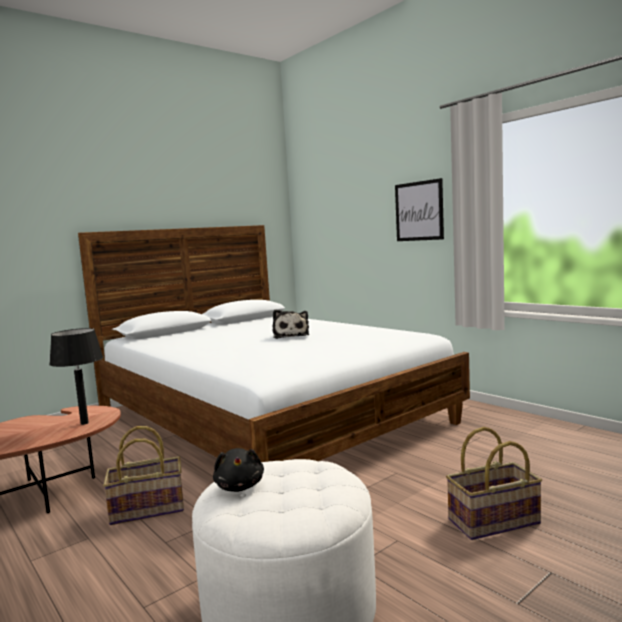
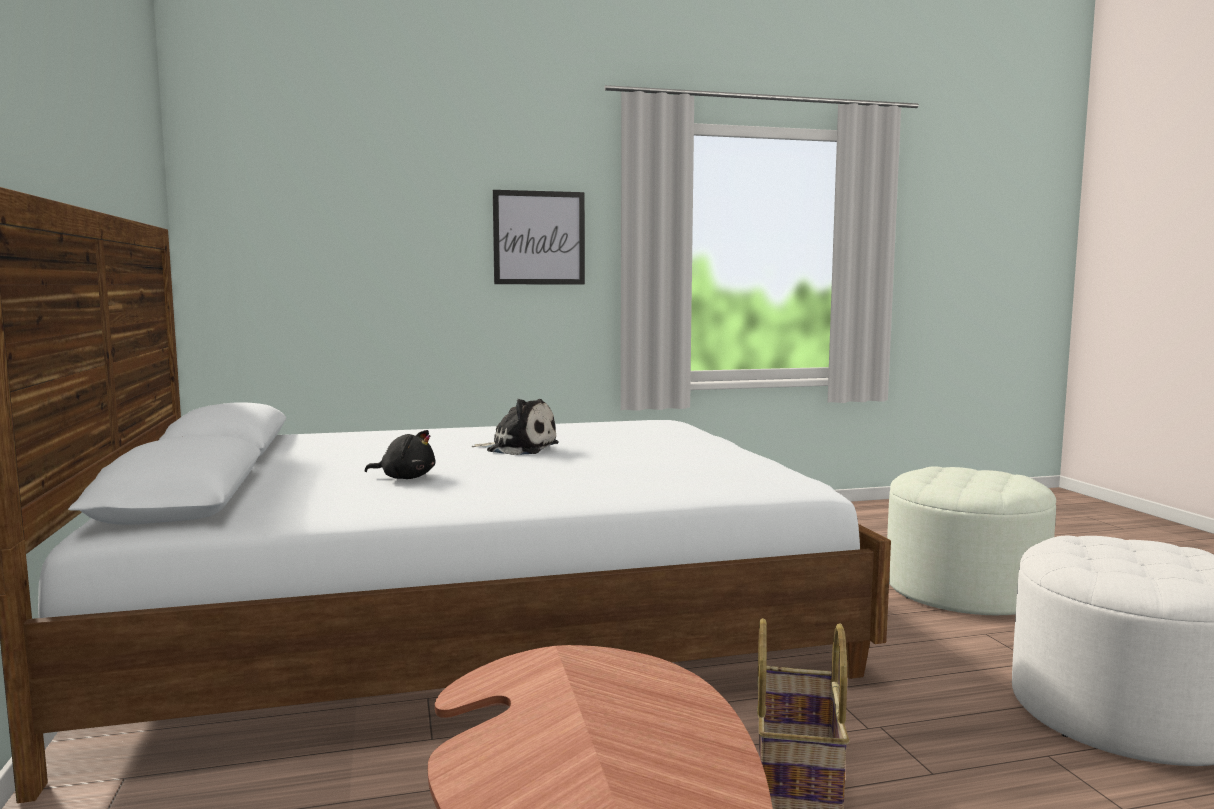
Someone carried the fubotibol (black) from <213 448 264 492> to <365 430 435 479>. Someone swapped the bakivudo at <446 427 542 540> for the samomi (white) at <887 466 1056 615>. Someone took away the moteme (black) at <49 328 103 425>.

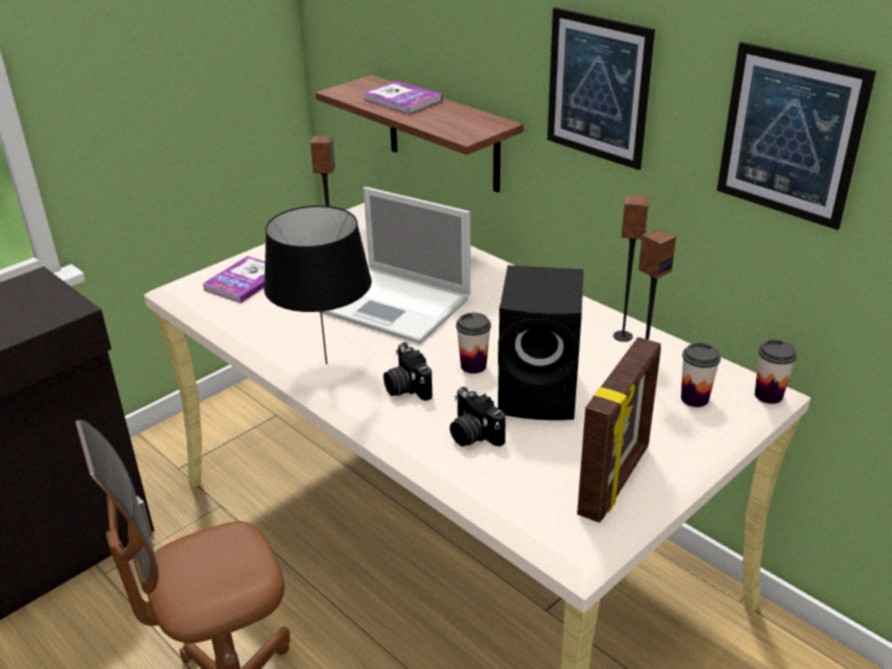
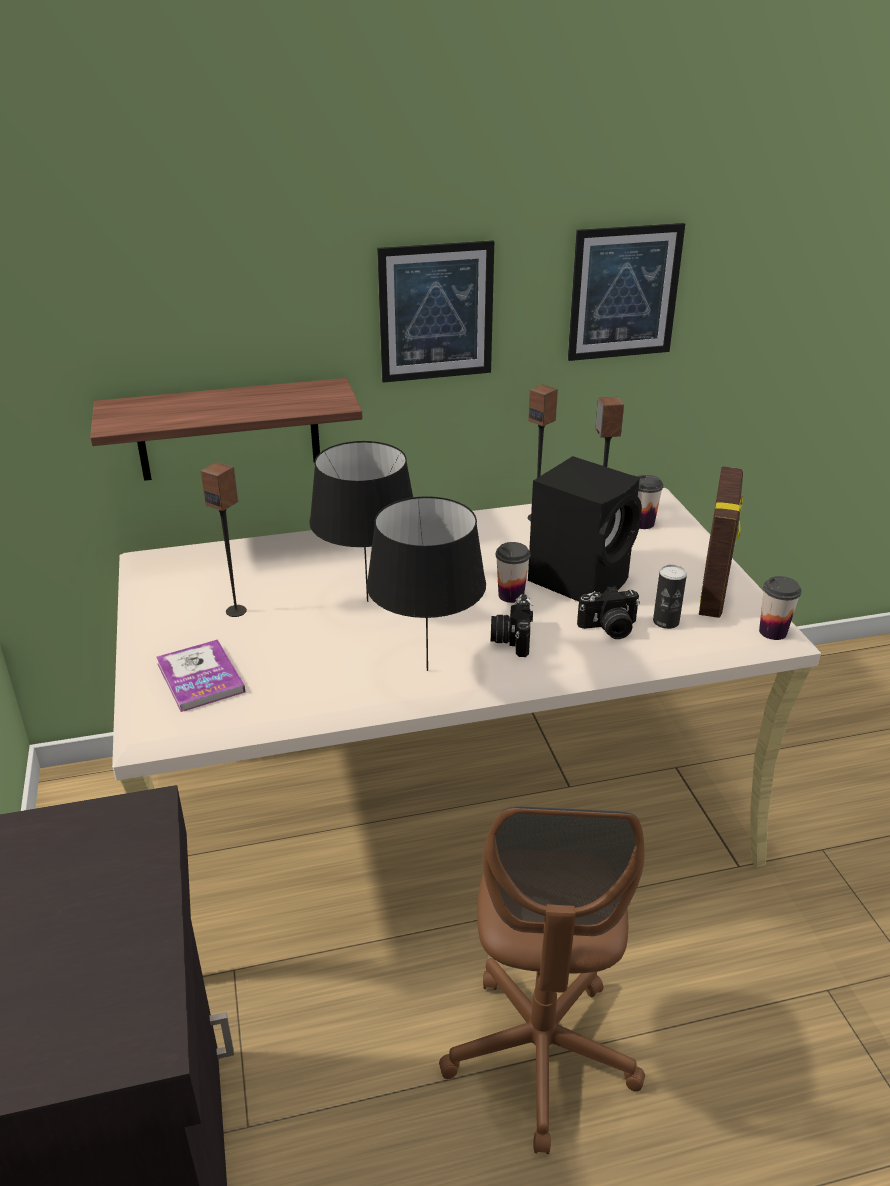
Someone swapped the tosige at <322 187 471 344> for the moteme (black) at <309 441 413 602>. Someone rotated the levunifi at <383 342 433 401> by 90 degrees clockwise. Someone put down the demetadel at <653 565 687 629>. Someone rotated the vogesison at <577 337 661 523> by 45 degrees clockwise. Someone carried the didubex from <755 339 797 404> to <759 576 802 640>. Someone took away the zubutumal at <362 81 443 114>.

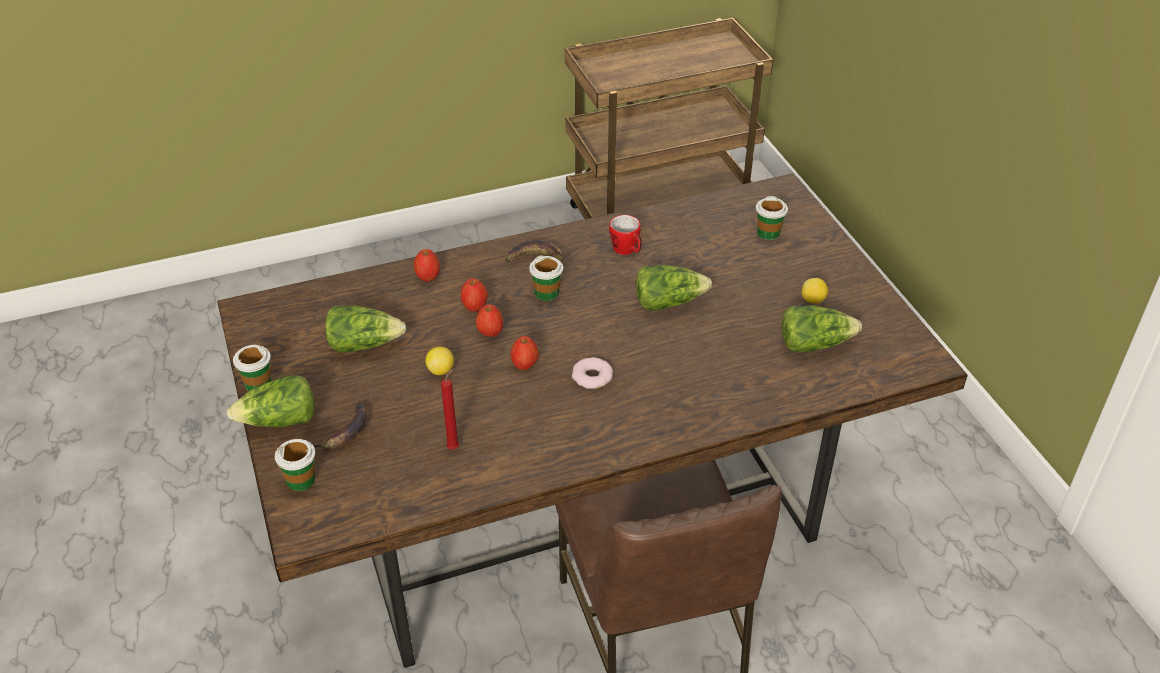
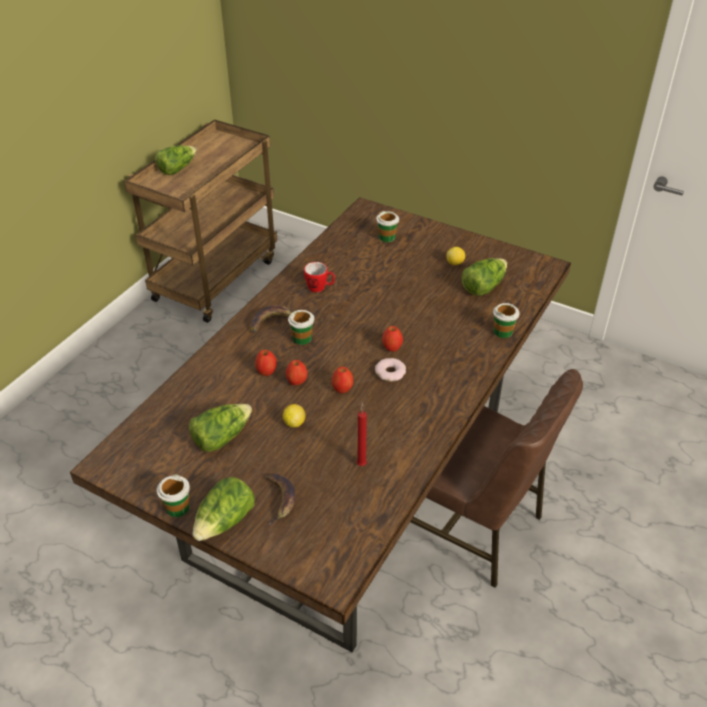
Someone carried the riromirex from <636 265 712 310> to <155 145 197 175>. Someone carried the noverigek from <414 249 440 282> to <382 326 403 352>. Someone carried the didubex from <275 439 316 491> to <493 303 520 338>.

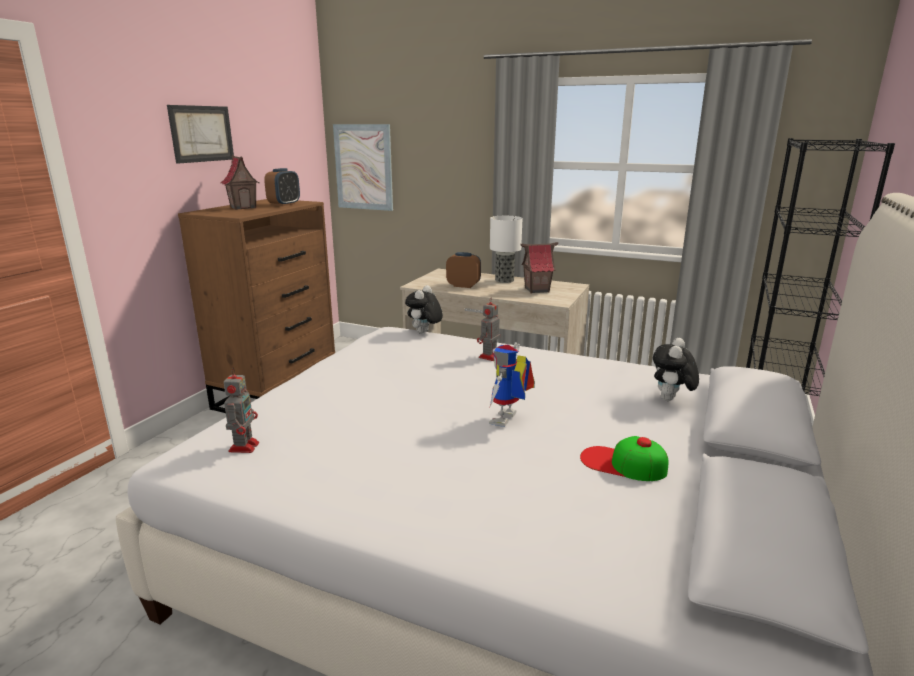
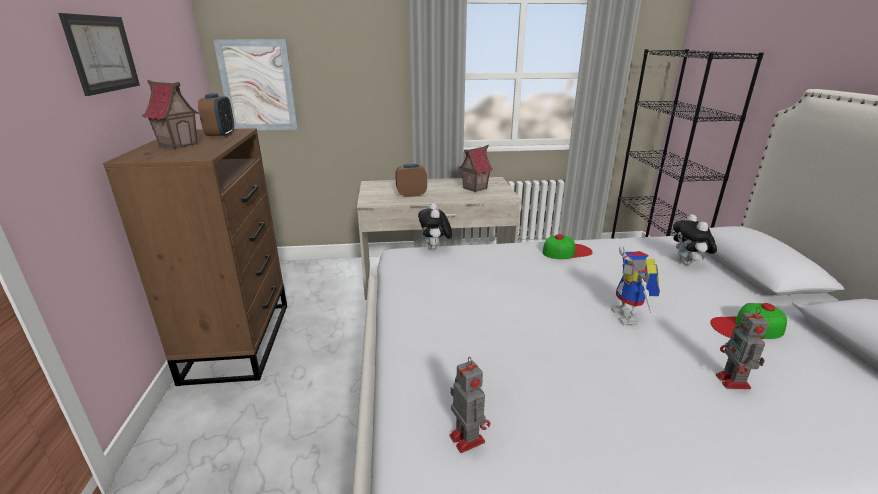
Someone put down the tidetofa at <542 234 593 259>. Someone carried the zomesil from <477 297 500 361> to <716 307 769 389>. Someone took away the moteme at <490 216 522 283>.

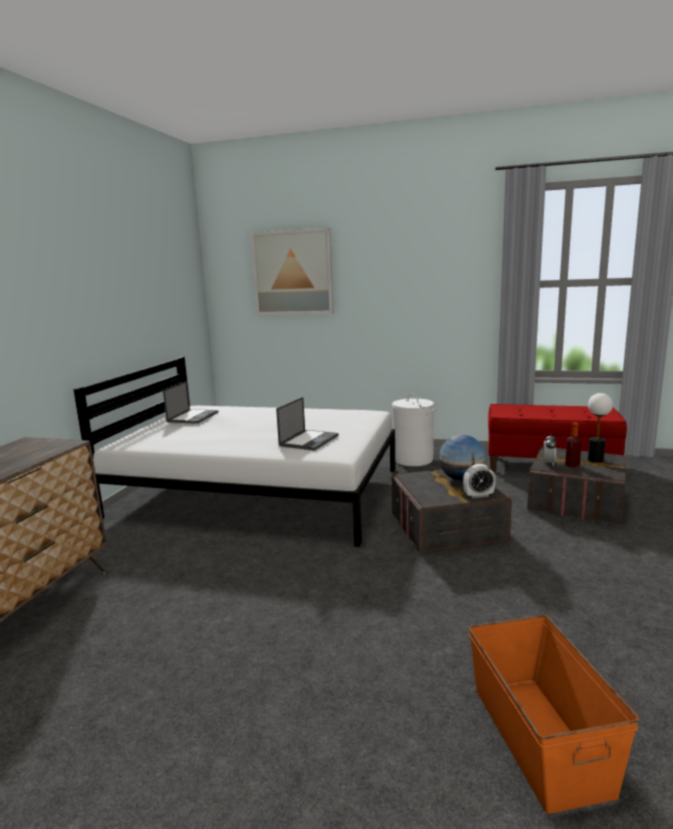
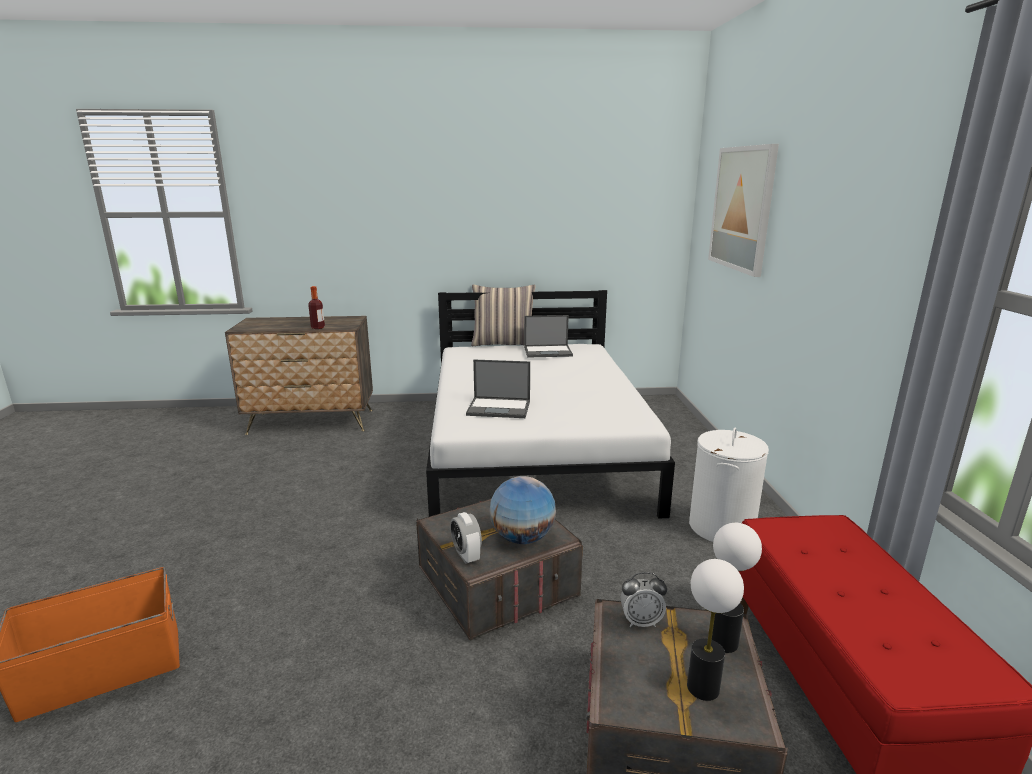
Someone carried the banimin from <565 423 582 467> to <308 286 325 329>. Someone put down the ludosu at <471 284 536 346>. Someone put down the moteme at <712 523 762 653>.

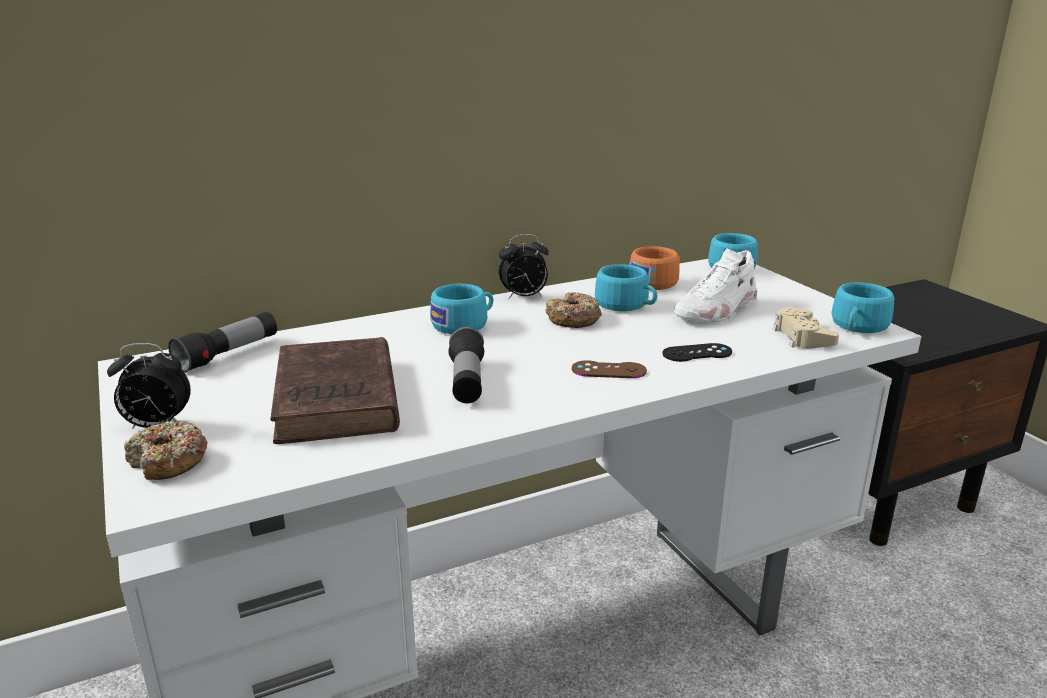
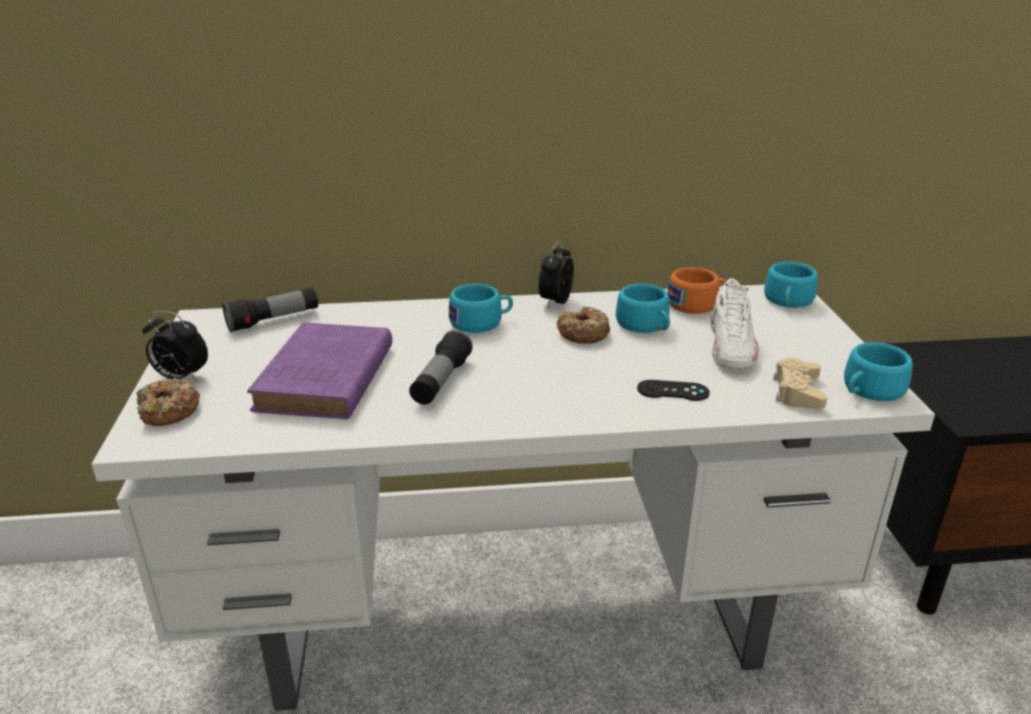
Someone repainted the zubutumal (brown) at <270 337 400 444>, which became the zubutumal (purple) at <247 323 392 419>. Someone rotated the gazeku at <498 234 549 300> by 105 degrees clockwise. Someone rotated the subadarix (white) at <674 248 757 322> by 60 degrees counterclockwise. Someone took away the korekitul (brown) at <572 360 647 378>.

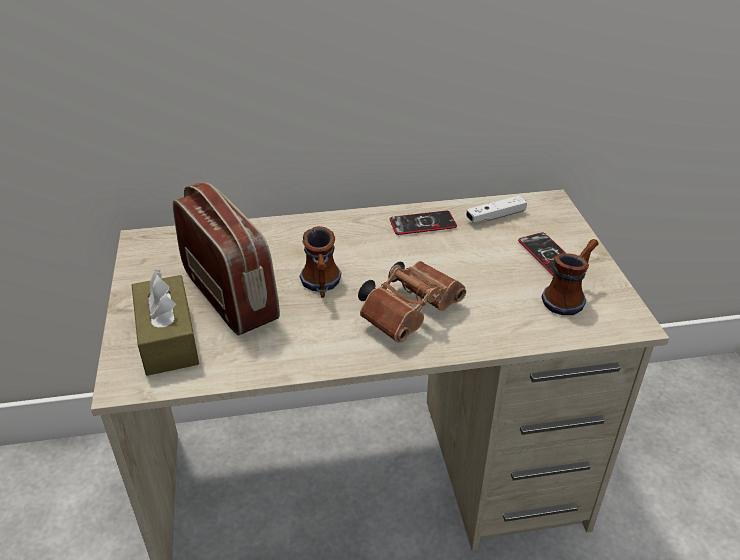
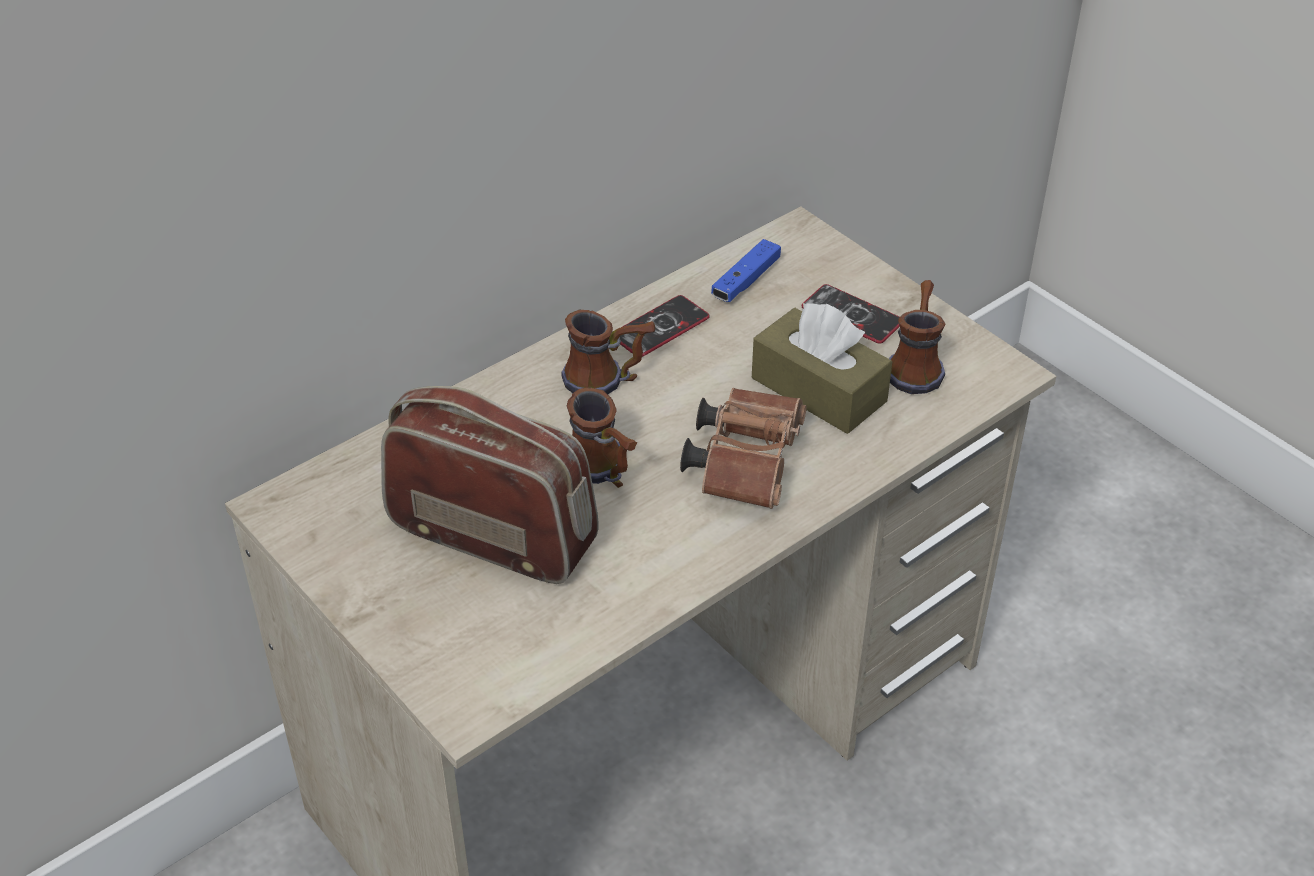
Someone put down the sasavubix at <562 310 655 394>. Someone repainted the korekitul (white) at <466 195 527 223>, which became the korekitul (blue) at <711 239 781 302>. Someone carried the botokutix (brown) from <132 270 199 376> to <752 303 892 434>.

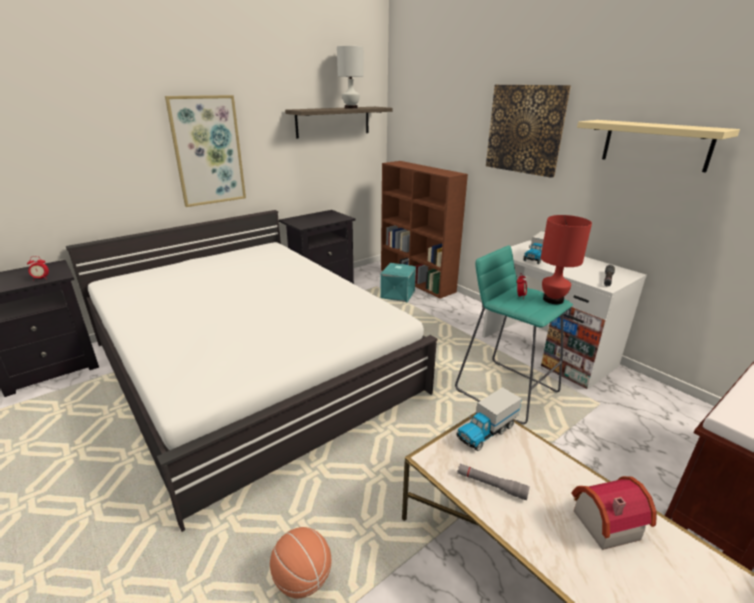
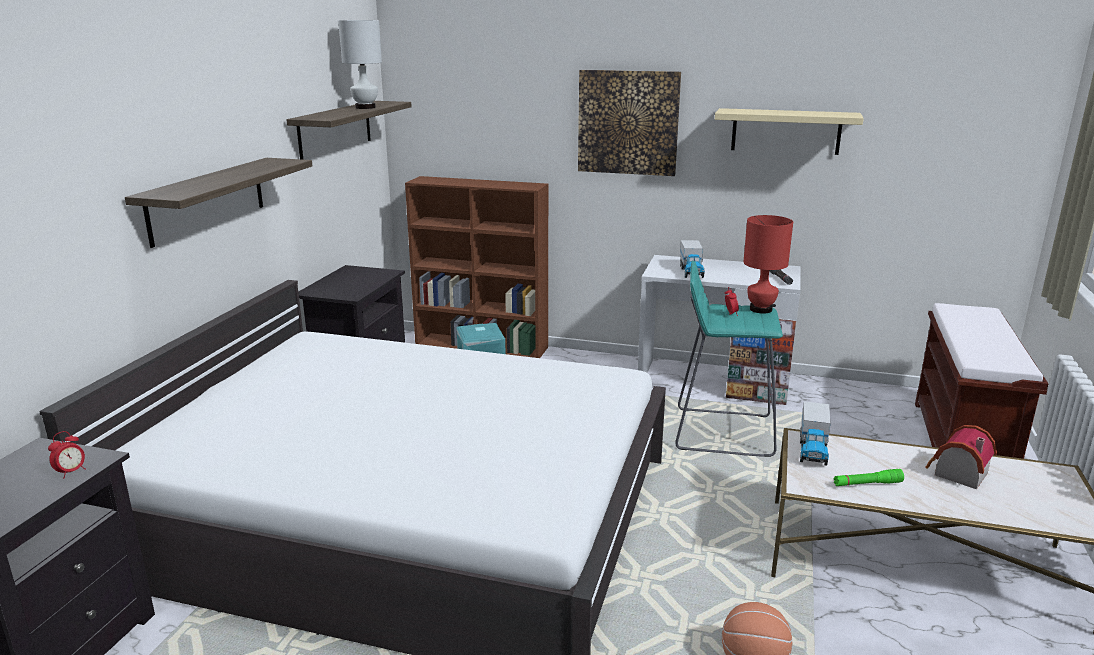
Someone swapped the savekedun at <165 95 246 207> for the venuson at <125 158 312 248>. Someone repainted the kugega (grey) at <457 464 530 500>, which became the kugega (green) at <834 469 904 486>.

